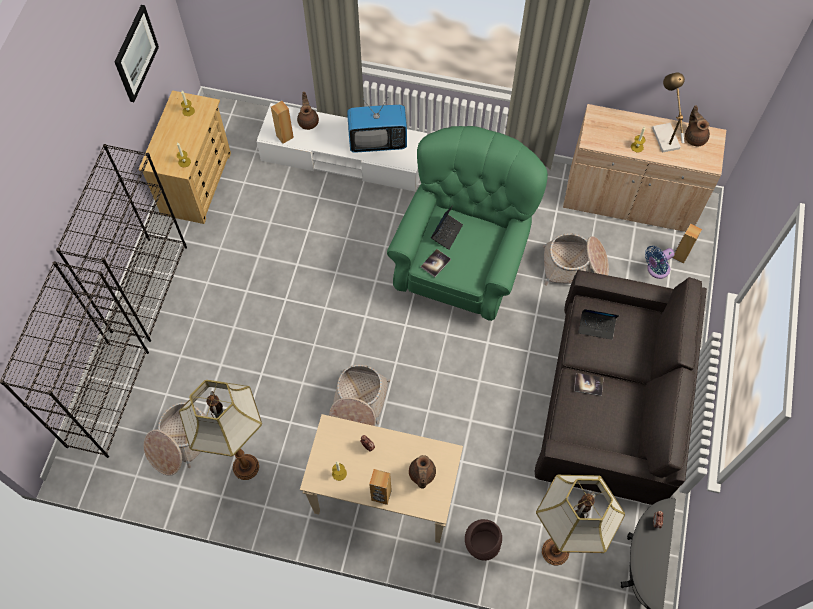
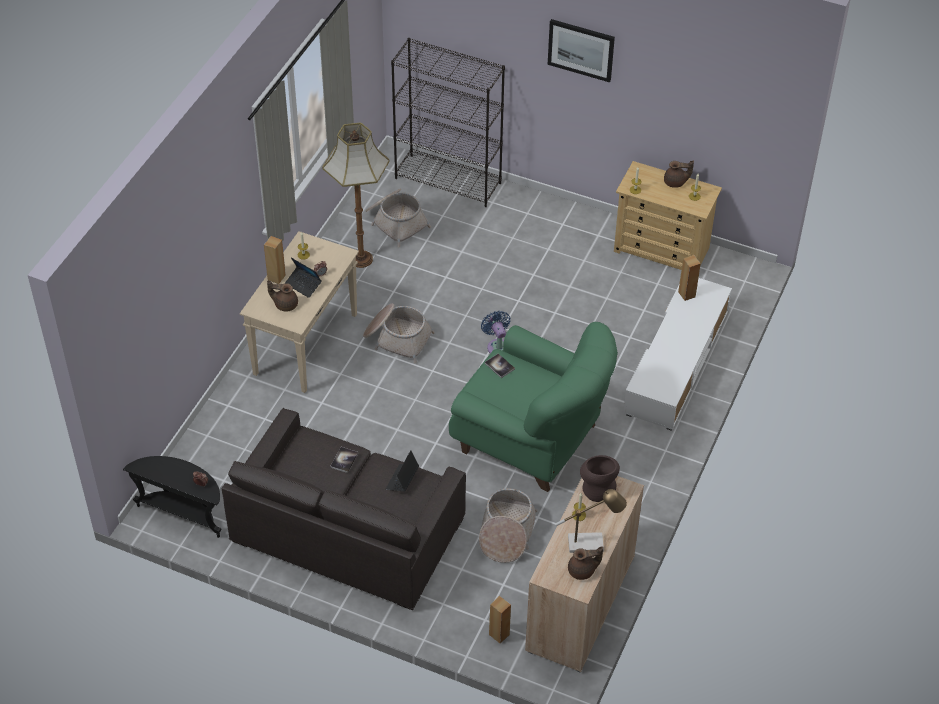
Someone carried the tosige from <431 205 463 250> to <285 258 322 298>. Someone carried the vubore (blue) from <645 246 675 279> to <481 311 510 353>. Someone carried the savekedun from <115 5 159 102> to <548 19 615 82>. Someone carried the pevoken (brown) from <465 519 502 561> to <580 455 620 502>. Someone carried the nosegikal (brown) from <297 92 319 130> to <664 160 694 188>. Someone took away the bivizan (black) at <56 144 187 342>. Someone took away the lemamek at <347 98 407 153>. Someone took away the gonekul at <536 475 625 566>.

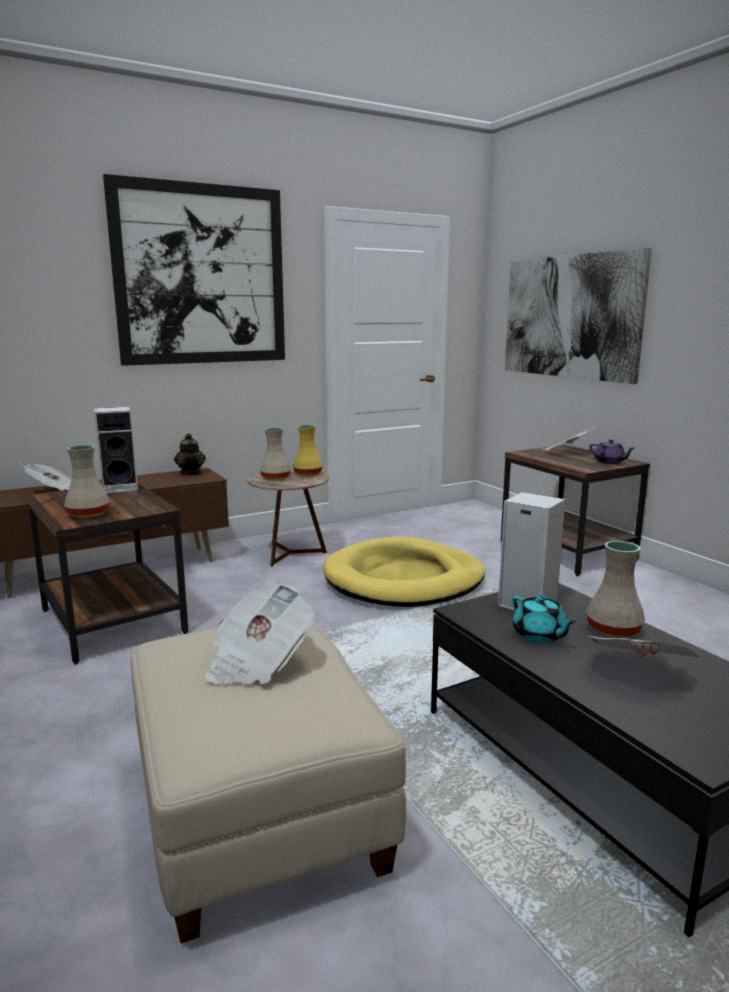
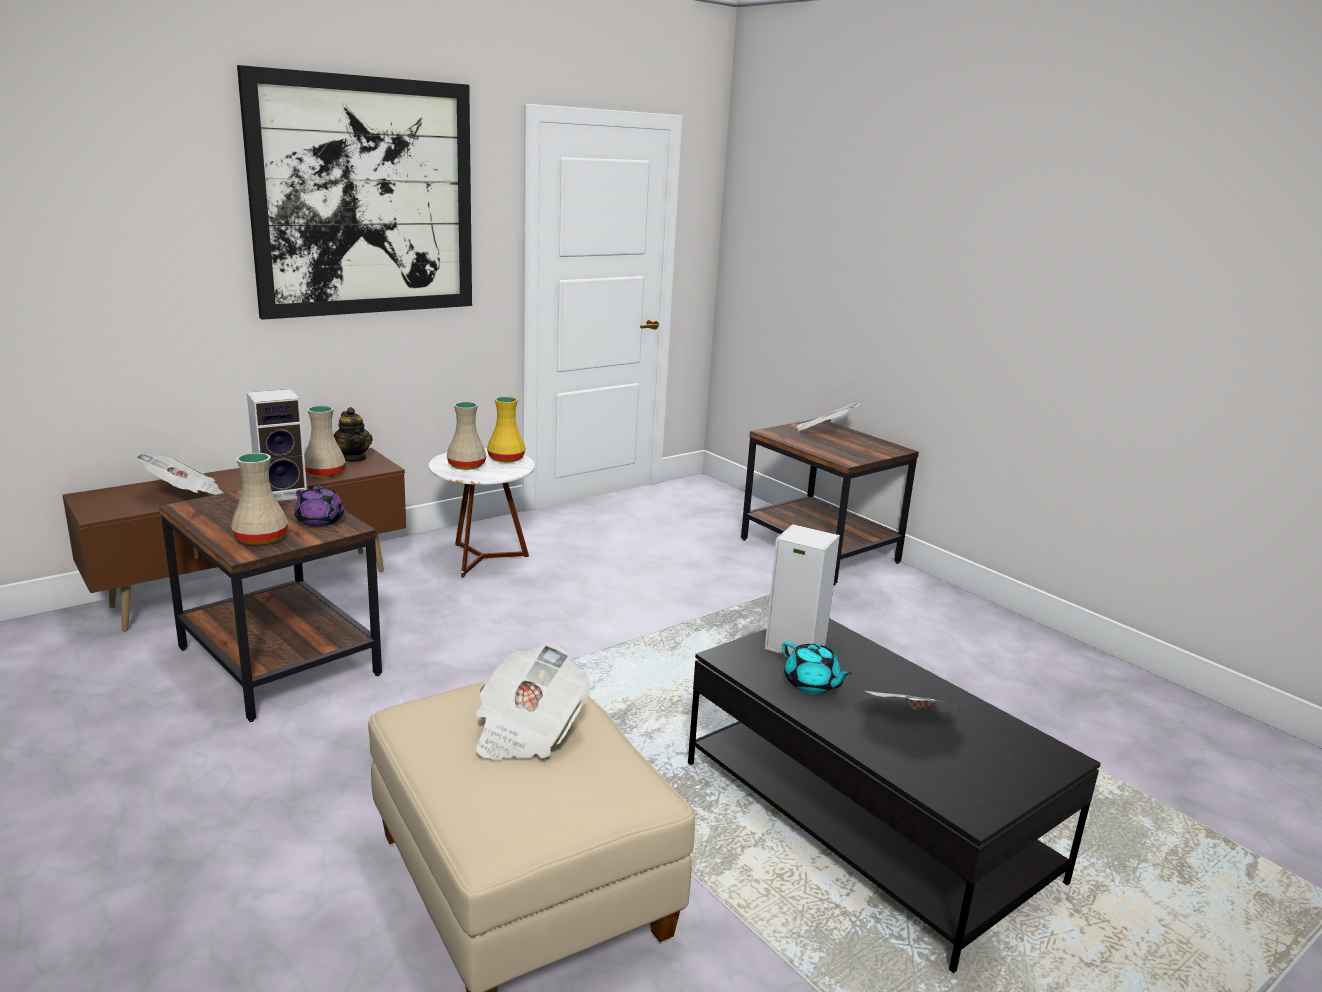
Someone carried the nosegikal (purple) from <589 439 635 464> to <294 486 344 527>. Someone carried the pevoken (beige) from <586 541 645 638> to <304 406 346 478>. Someone repainted the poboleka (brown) at <247 468 329 566>, which became the poboleka (white) at <429 448 535 578>. Someone took away the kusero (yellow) at <323 537 485 607>. Someone took away the savekedun at <505 248 652 384>.

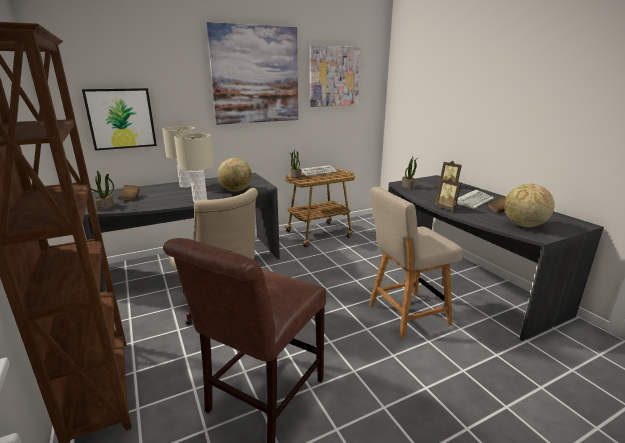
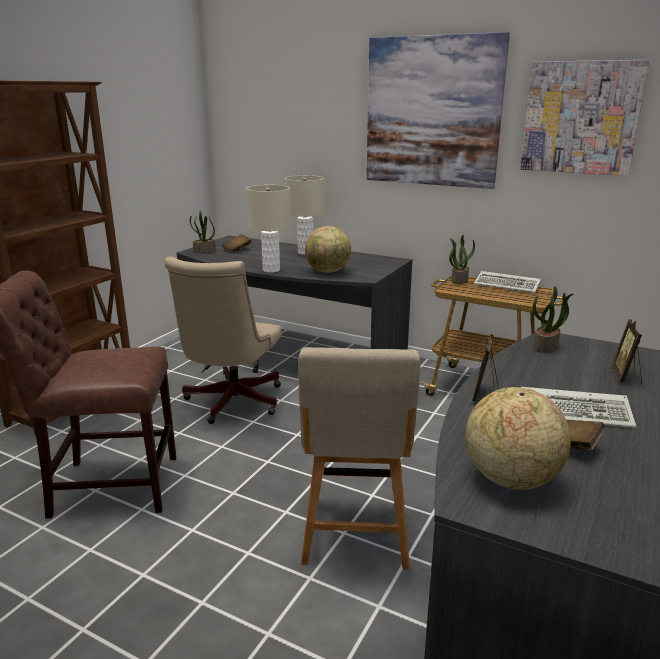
Someone rotated the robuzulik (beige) at <369 187 463 339> by 120 degrees counterclockwise. Someone took away the savekedun at <82 88 157 151>.

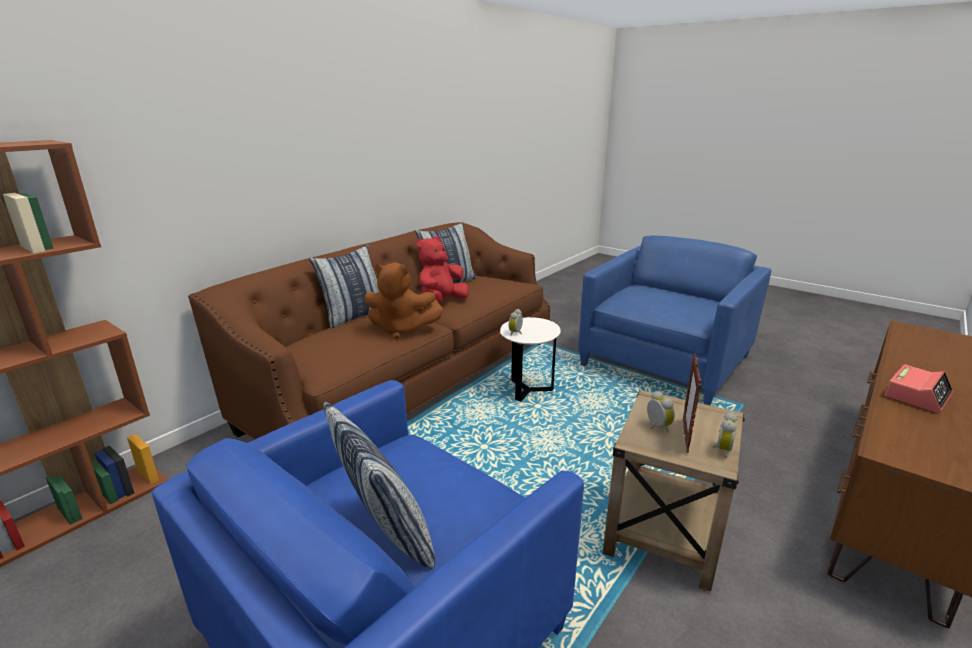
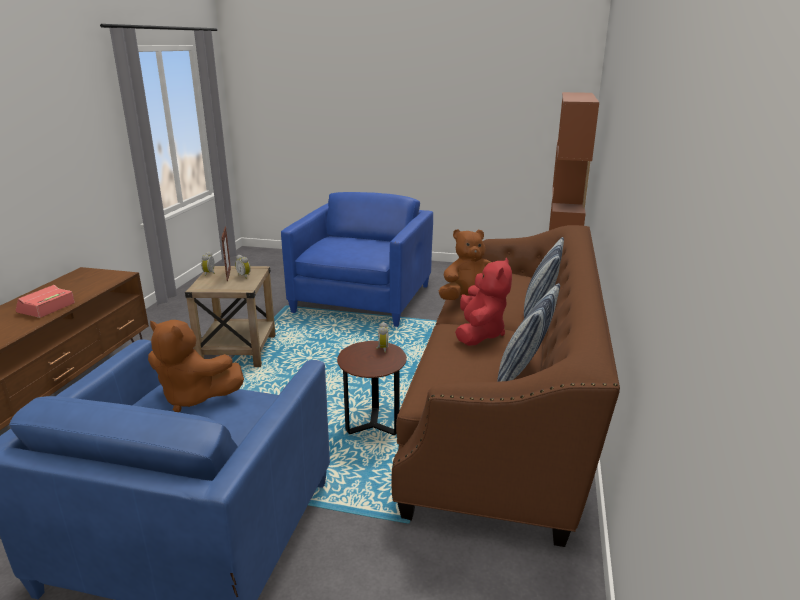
Someone put down the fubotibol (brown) at <148 320 244 412>. Someone repainted the poboleka (white) at <500 317 561 402>, which became the poboleka (brown) at <337 341 407 435>. Someone took away the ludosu at <324 402 435 569>.

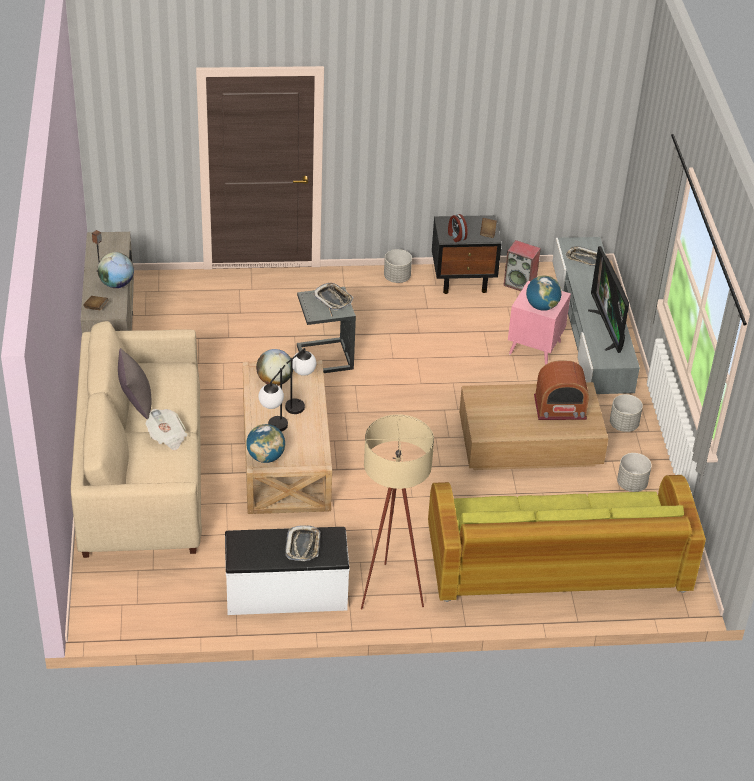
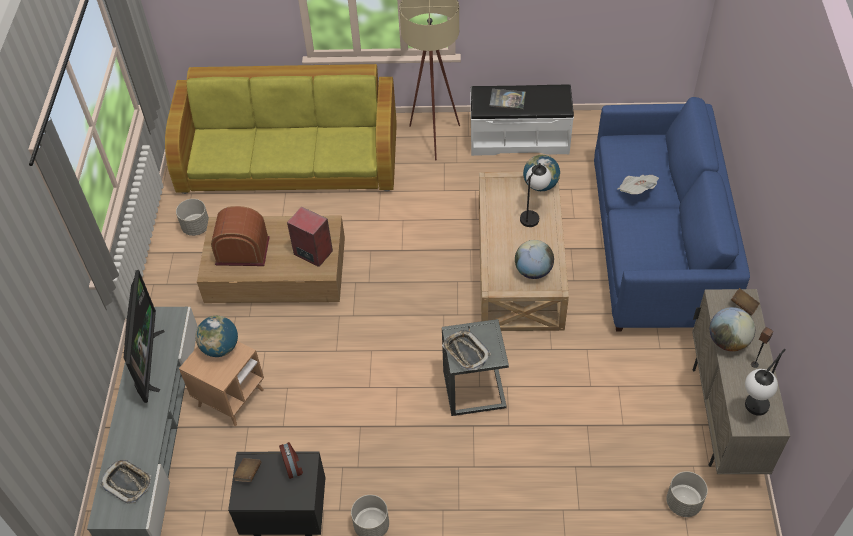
Someone repainted the poboleka (pink) at <508 281 571 365>, which became the poboleka (brown) at <179 341 264 426>. Someone carried the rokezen from <503 240 541 291> to <287 206 333 267>. Someone swapped the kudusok at <285 525 321 561> for the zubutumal at <489 89 526 110>. Someone repainted the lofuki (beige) at <71 321 202 558>, which became the lofuki (blue) at <594 97 750 332>. Someone carried the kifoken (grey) from <610 394 643 432> to <666 471 708 517>. Someone carried the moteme from <285 348 316 414> to <745 349 786 416>. Someone took away the ludosu (grey) at <118 349 152 420>.

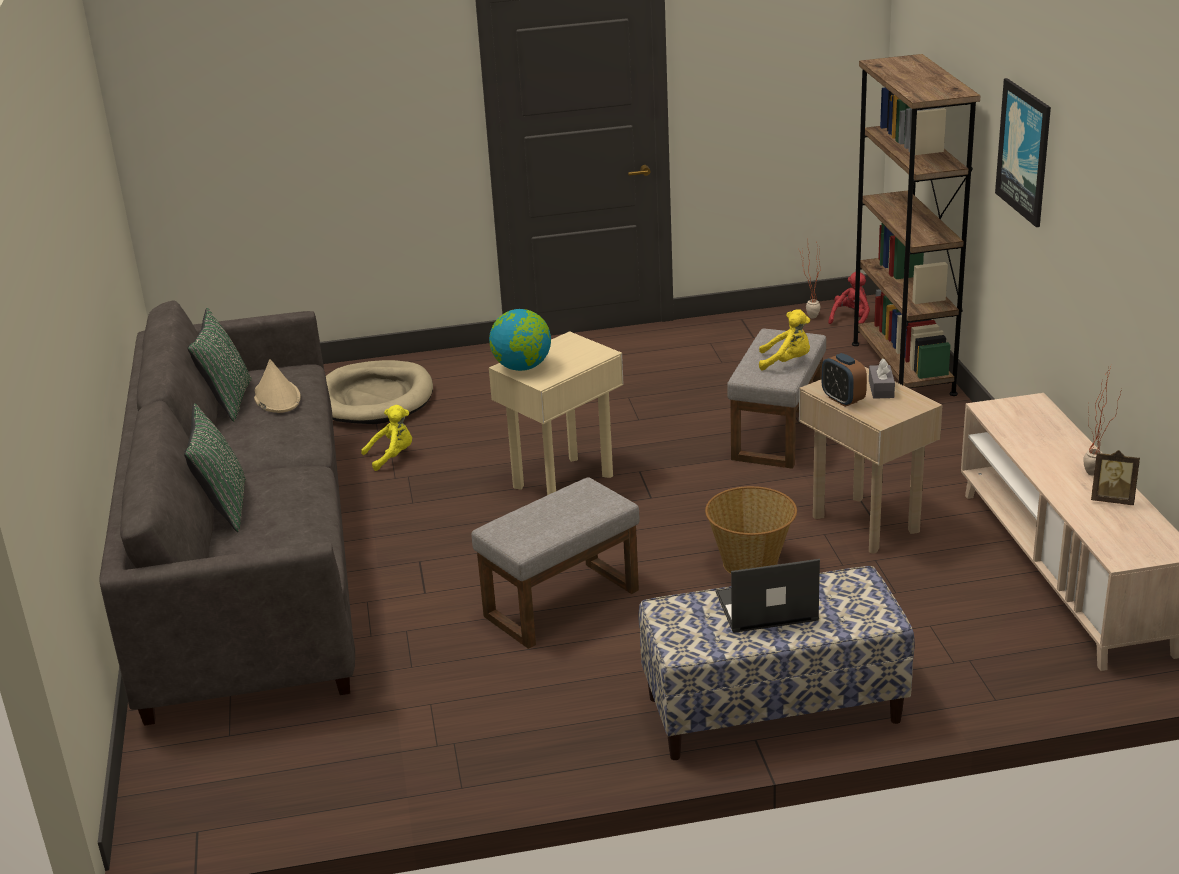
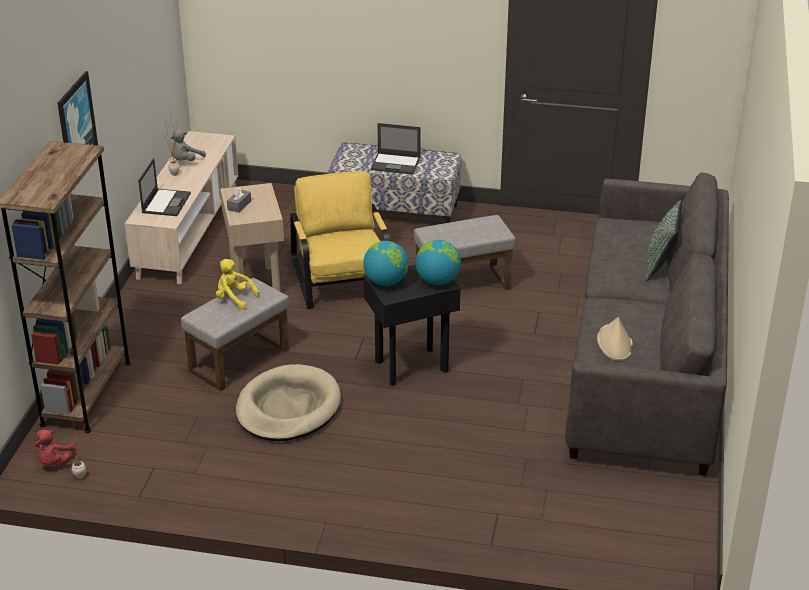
Someone rotated the fubotibol (red) at <828 272 870 324> by 45 degrees counterclockwise. Someone put down the tosige at <138 158 191 216>. Someone swapped the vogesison at <1091 450 1140 505> for the fubotibol (grey) at <171 129 206 161>. Someone carried the kusero (beige) from <326 360 433 424> to <236 364 341 441>. Someone swapped the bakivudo at <705 486 797 574> for the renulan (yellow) at <290 171 390 309>. Someone put down the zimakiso at <363 241 409 286>. Someone repainted the poboleka (beige) at <489 331 624 495>, which became the poboleka (black) at <363 264 461 386>. Someone took away the ludosu (green) at <188 308 252 422>. Someone took away the fubotibol (yellow) at <361 405 412 471>. Someone took away the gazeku at <822 353 867 407>.

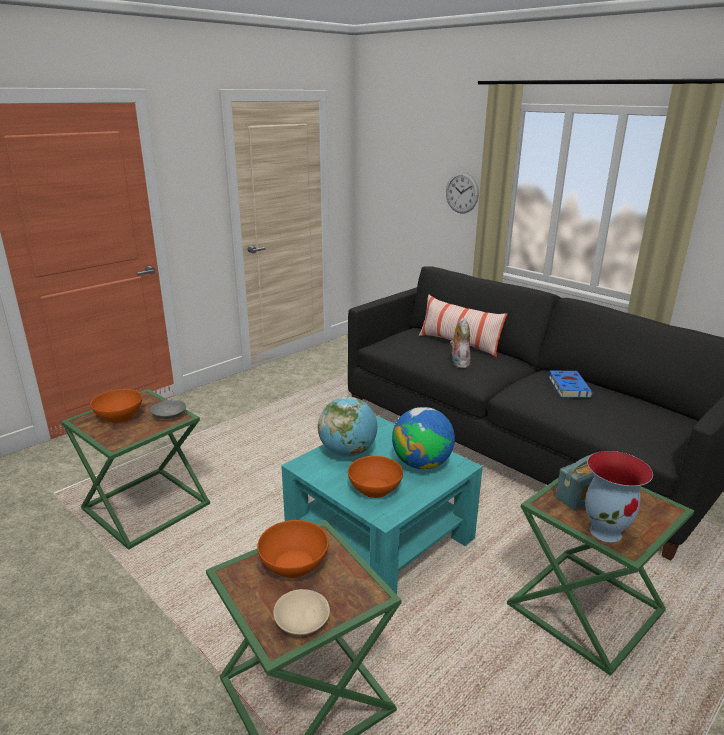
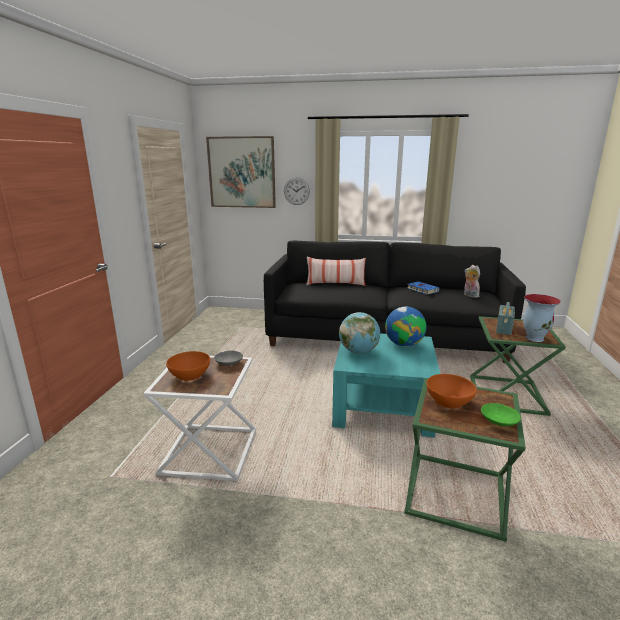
Someone repainted the poboleka (green) at <61 389 210 550>, which became the poboleka (white) at <143 356 256 481>. Someone put up the savekedun at <206 136 276 208>. Someone carried the fubotibol from <450 318 471 368> to <464 265 480 298>. Someone repainted the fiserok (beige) at <273 589 330 635>, which became the fiserok (green) at <481 403 521 426>. Someone took away the fiserok (orange) at <348 456 403 498>.

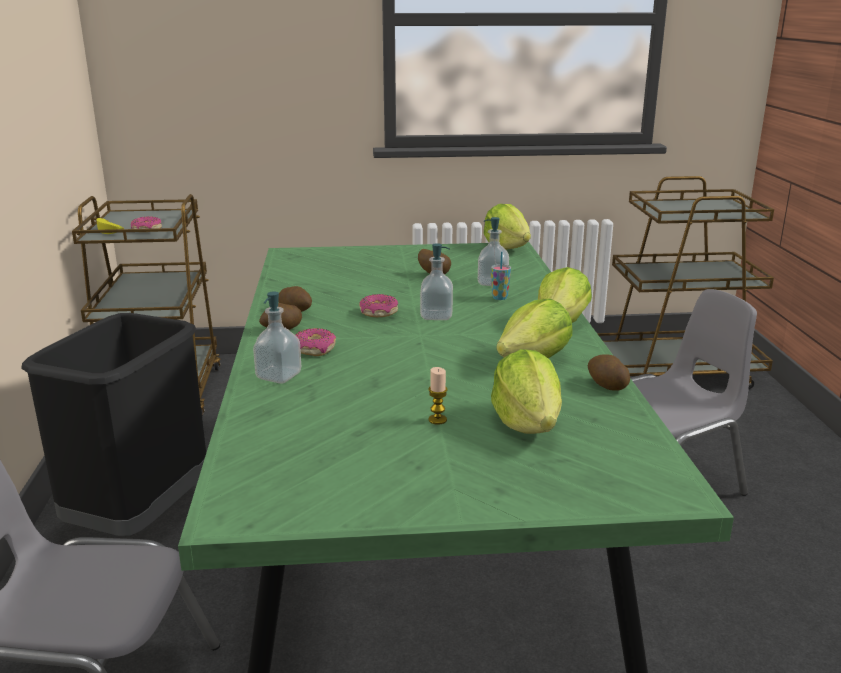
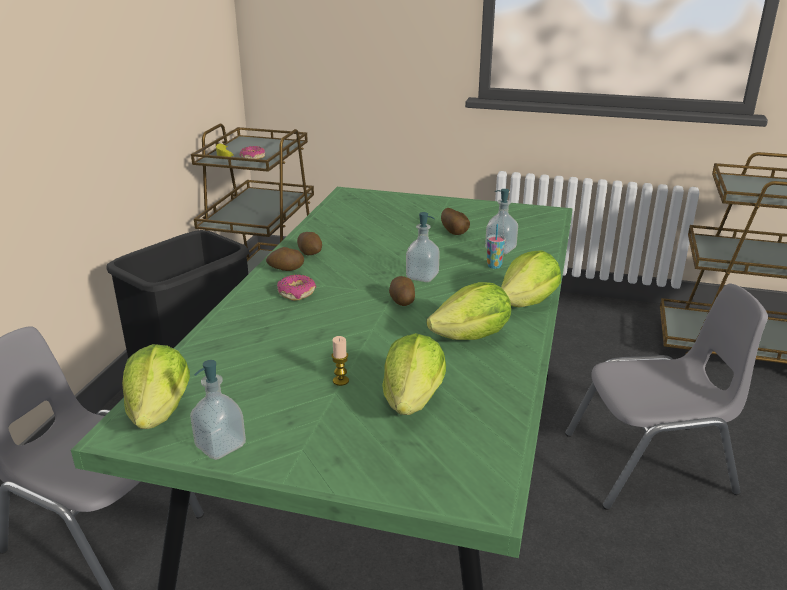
Someone carried the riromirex from <483 204 531 250> to <122 344 190 429>. Someone carried the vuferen from <253 292 301 384> to <190 360 246 460>. Someone carried the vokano from <588 355 630 391> to <389 276 415 306>. Someone took away the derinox at <359 294 398 317>.

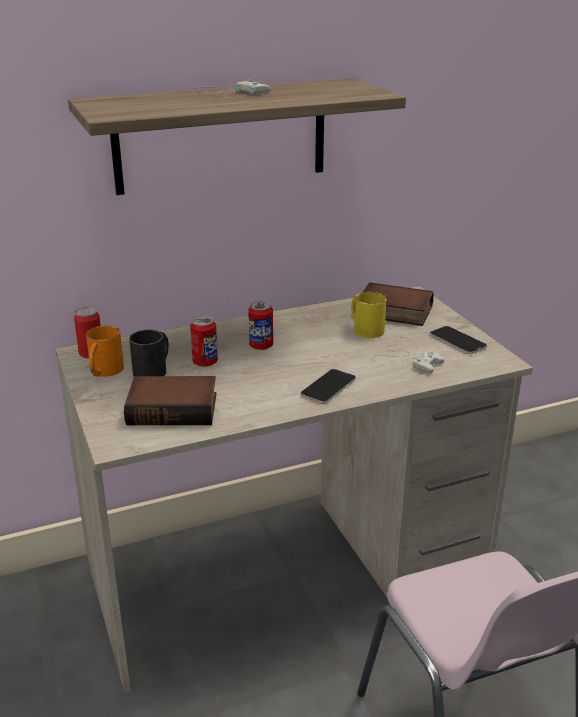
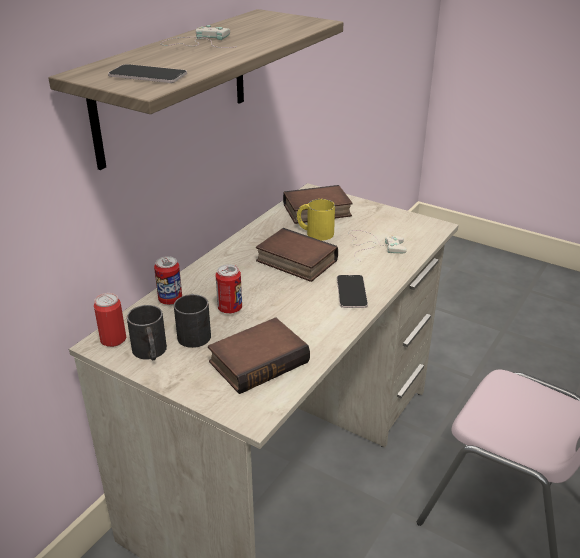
Someone carried the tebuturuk from <430 326 487 354> to <108 64 187 83>. Someone repainted the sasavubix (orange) at <86 326 124 377>, which became the sasavubix (black) at <127 305 167 360>. Someone carried the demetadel from <248 301 273 350> to <154 256 182 305>. Someone put down the zubutumal at <256 228 338 282>.

